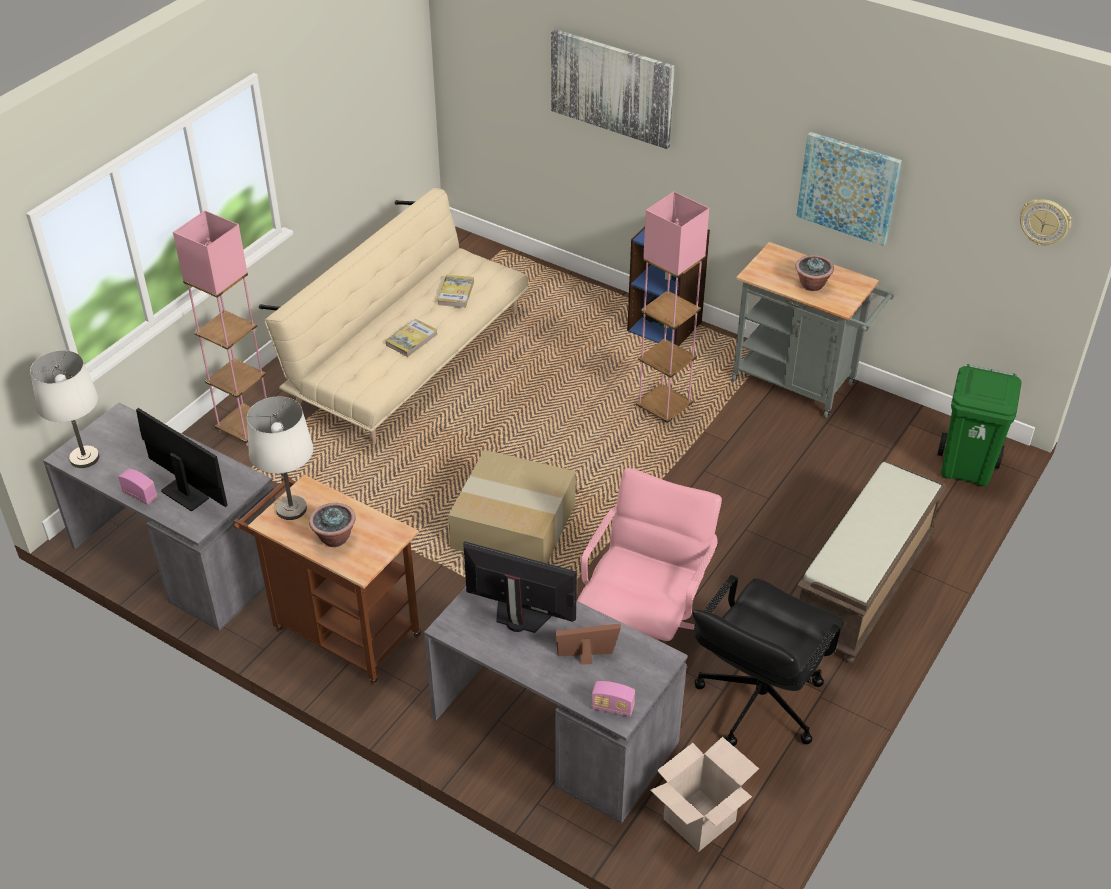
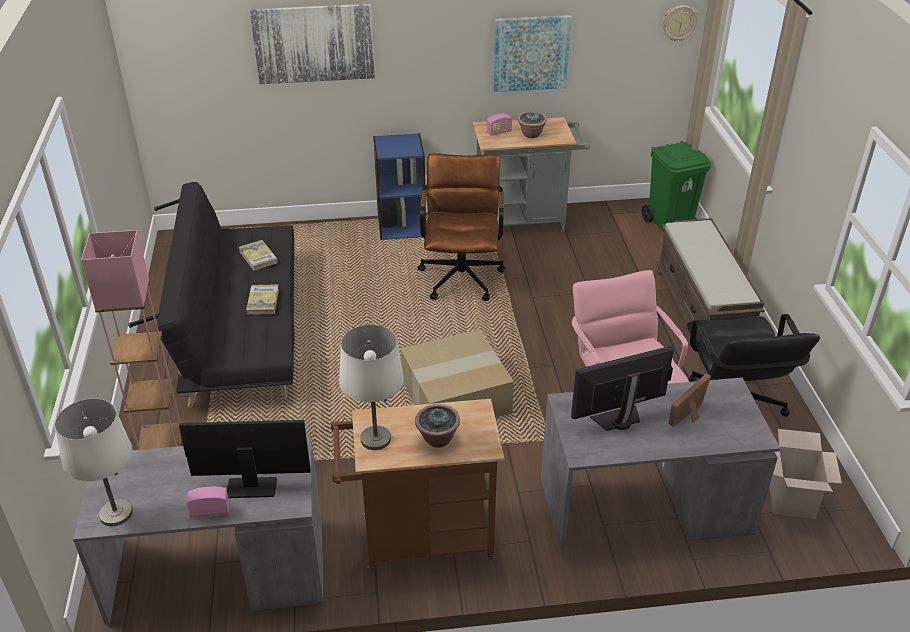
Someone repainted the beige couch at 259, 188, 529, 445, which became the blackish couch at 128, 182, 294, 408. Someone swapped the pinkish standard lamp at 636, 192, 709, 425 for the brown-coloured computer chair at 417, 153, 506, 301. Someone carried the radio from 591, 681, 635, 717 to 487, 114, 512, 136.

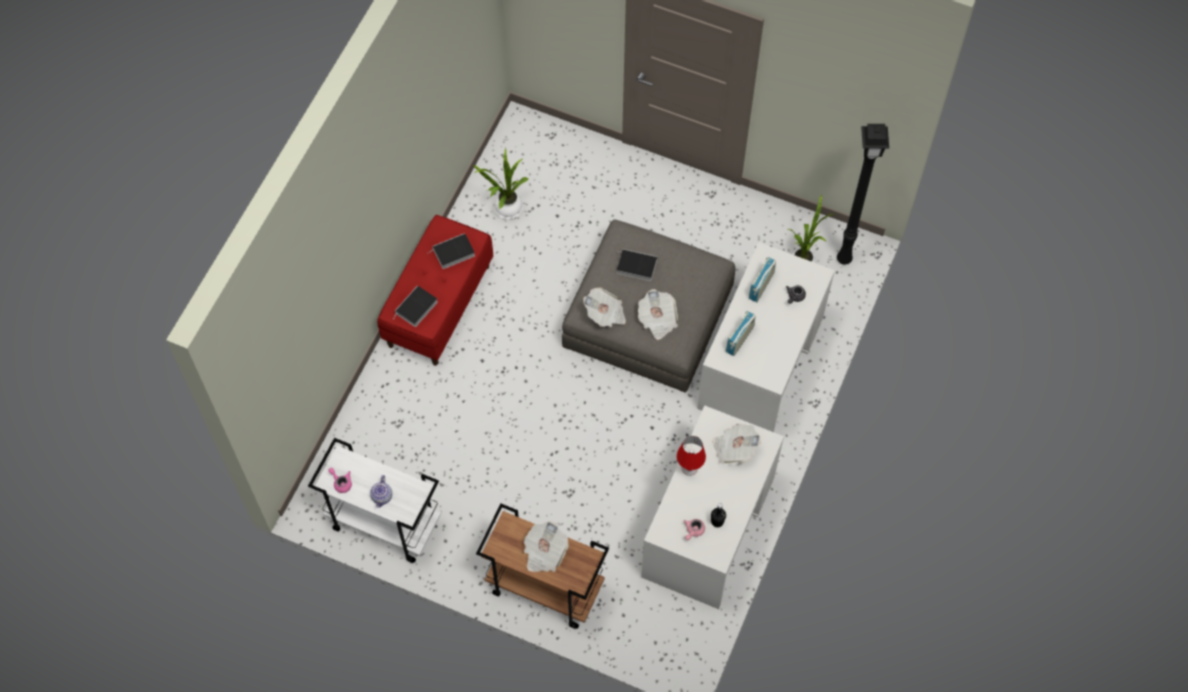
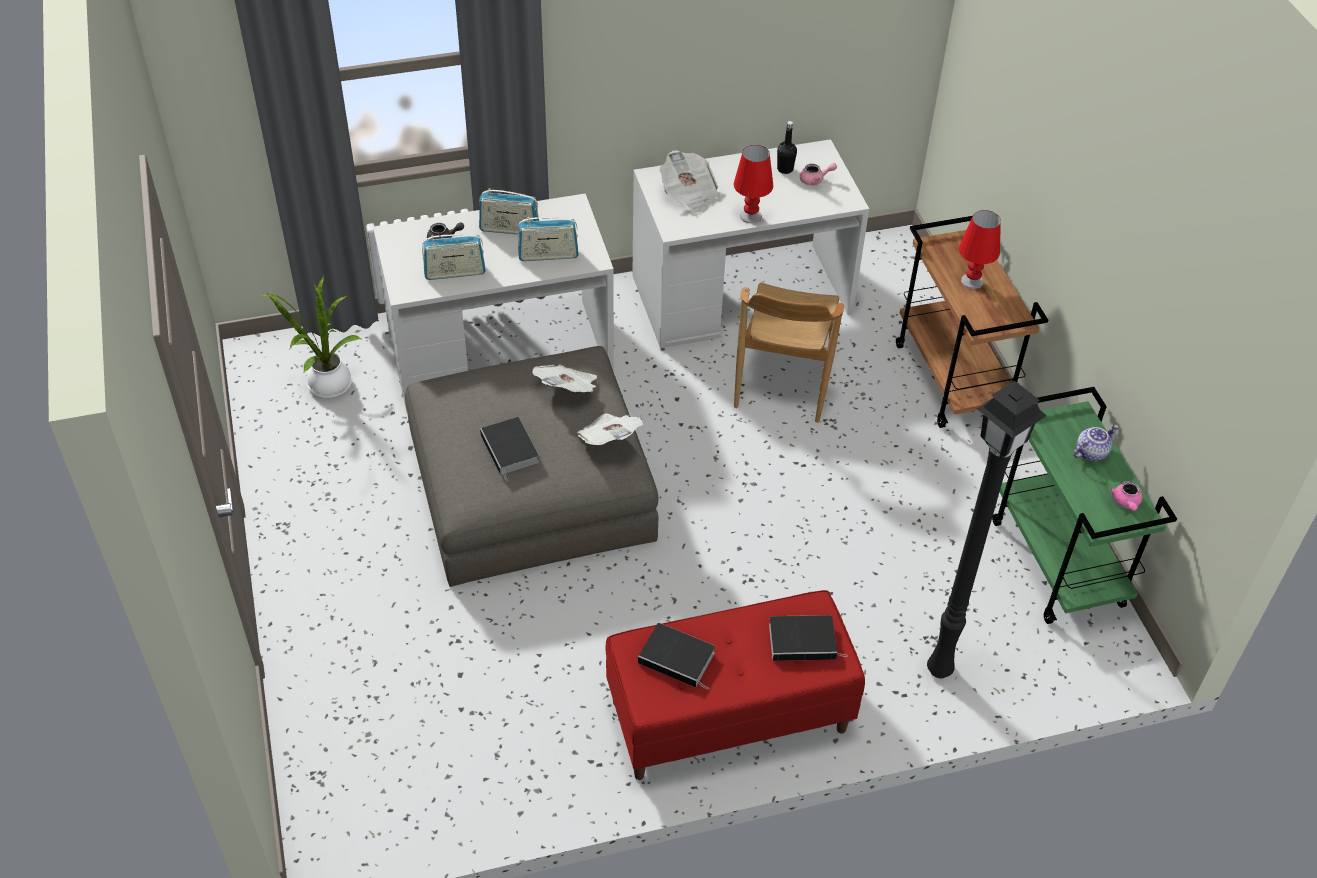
Someone put down the radio at 479, 188, 539, 235. Someone put down the brown-coloured upright chair at 734, 283, 844, 423. Someone carried the blackish standard lamp from 837, 124, 889, 265 to 927, 381, 1047, 678. Someone swapped the printed paper at 524, 521, 569, 572 for the red tabletop lamp at 959, 210, 1001, 289. Someone repainted the white-coloured trolley at 308, 438, 441, 563, which became the green-coloured trolley at 992, 387, 1177, 624. Someone took away the houseplant at 473, 148, 528, 219.

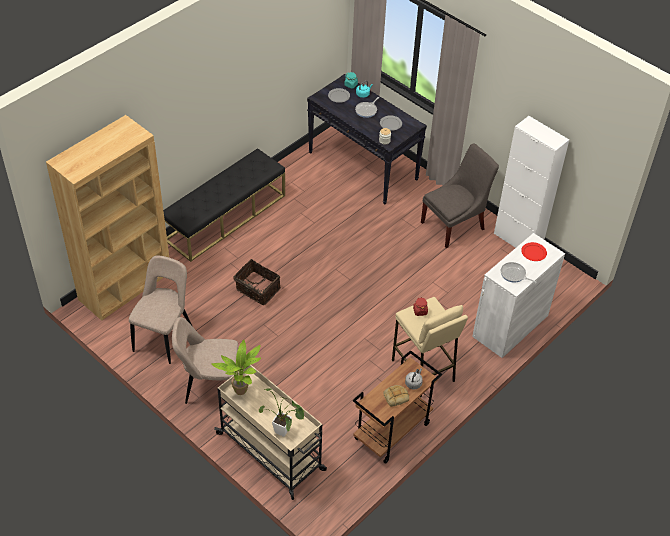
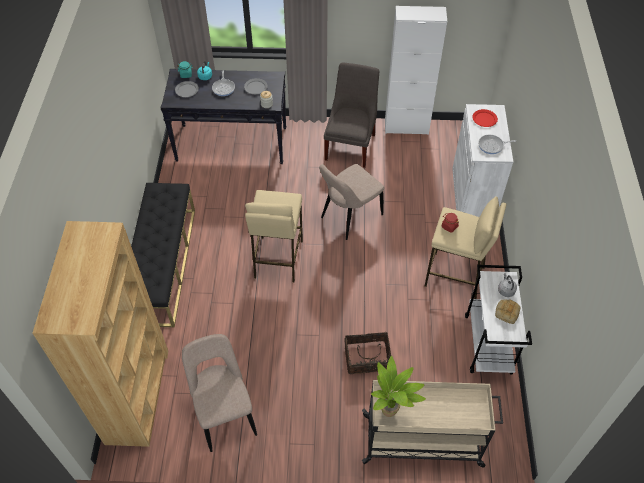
Someone put down the beige stool seat at 245, 190, 303, 283. Someone carried the beige upright chair from 172, 317, 238, 404 to 319, 164, 384, 240. Someone carried the household basket from 233, 259, 281, 305 to 345, 332, 391, 374. Someone repainted the brown-coloured trolley at 353, 350, 442, 464, which became the white-coloured trolley at 465, 265, 532, 375. Someone took away the houseplant at 259, 389, 304, 437.

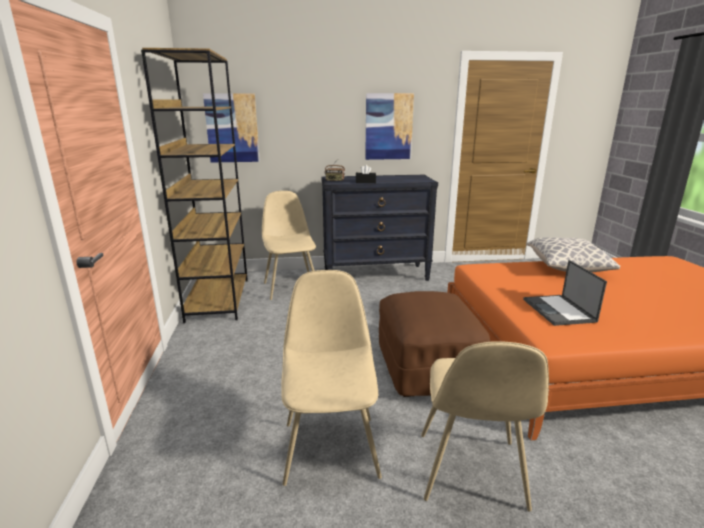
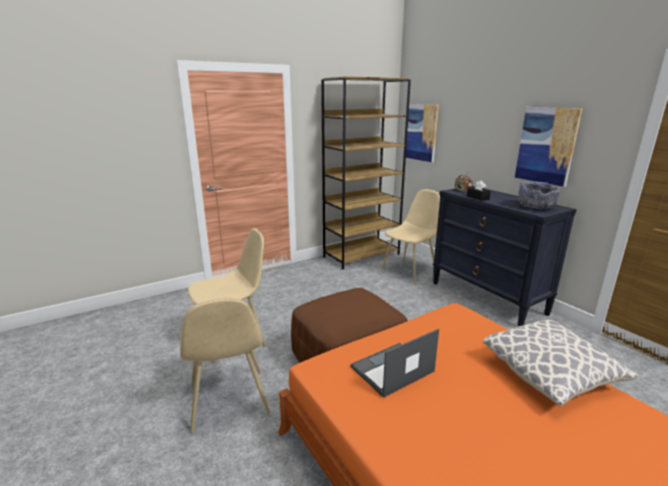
Someone rotated the beige upright chair at 421, 341, 549, 512 by 90 degrees counterclockwise. Someone put down the grey serving bowl at 518, 182, 560, 209.

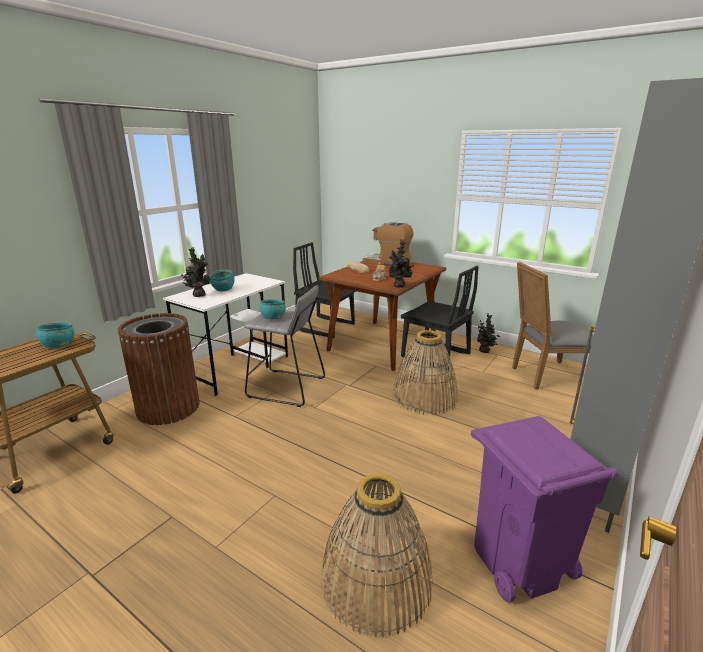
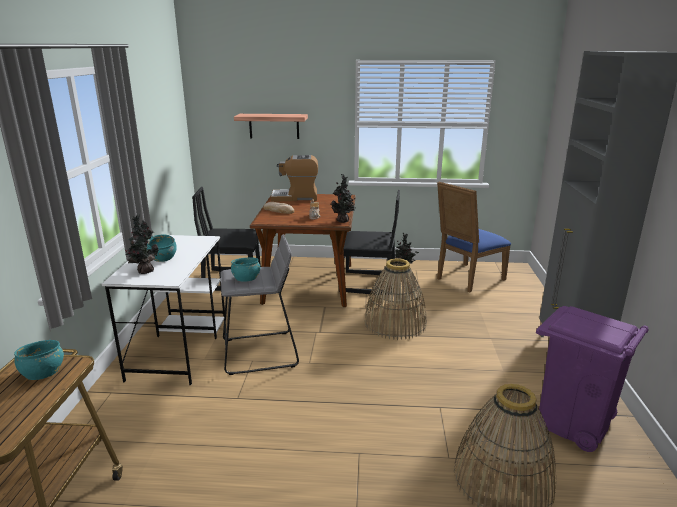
Someone put up the wall shelf at 234, 114, 308, 139. Someone repainted the grey upright chair at 512, 262, 593, 390, which became the blue upright chair at 437, 182, 511, 292. Someone took away the brown-coloured rubbish bin at 118, 313, 200, 425.

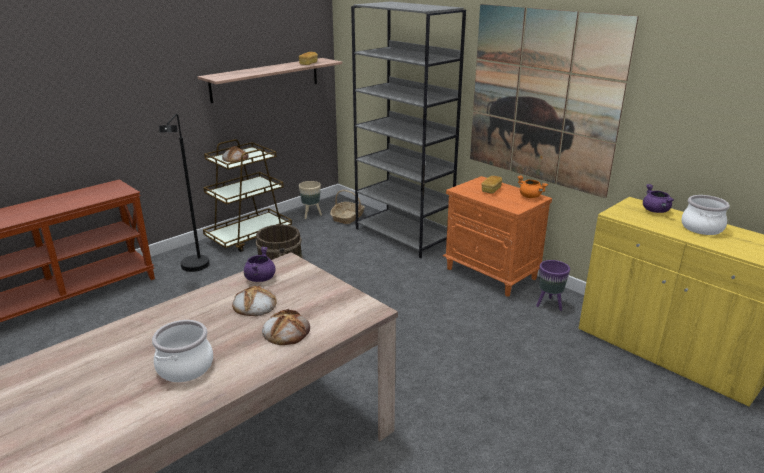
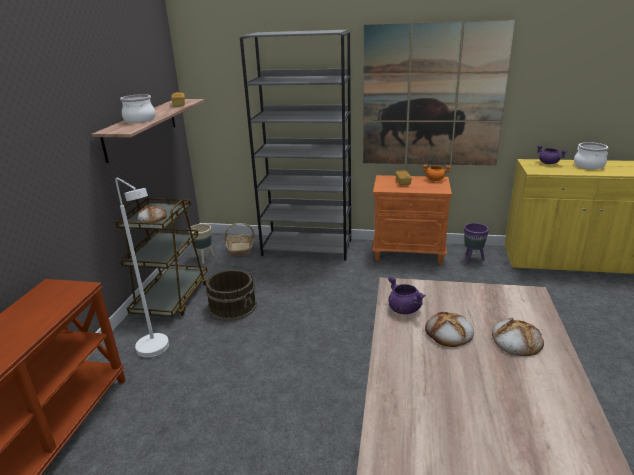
Someone repainted the blackish standard lamp at 159, 114, 210, 272, which became the white-coloured standard lamp at 115, 178, 169, 358. Someone carried the saucepot from 152, 320, 213, 382 to 120, 94, 155, 123.

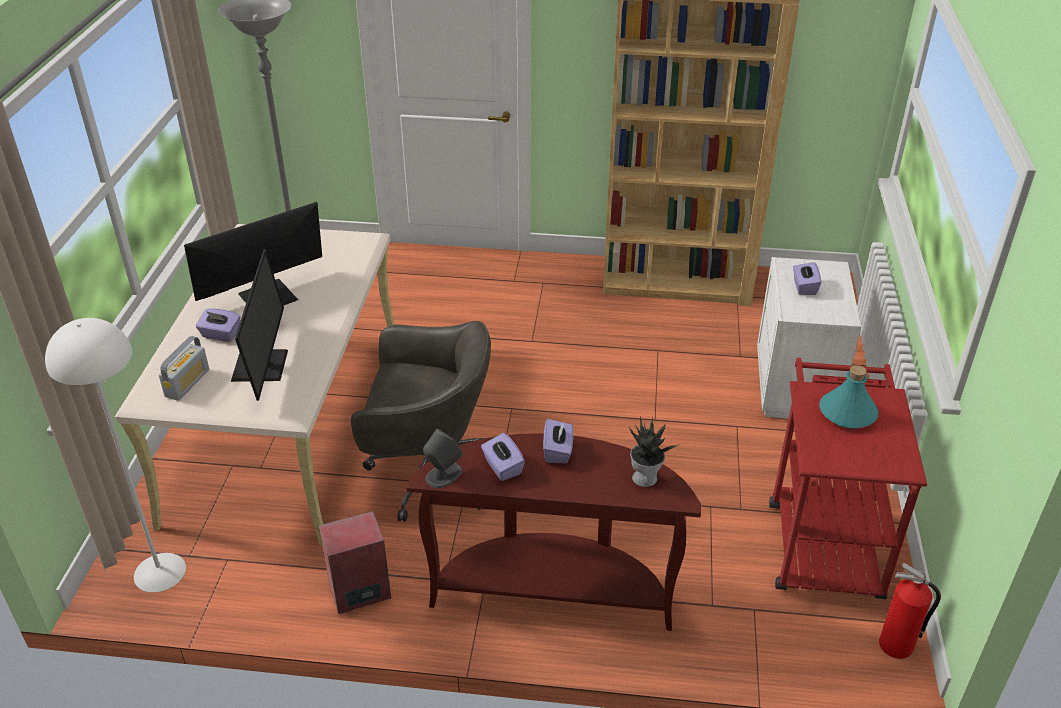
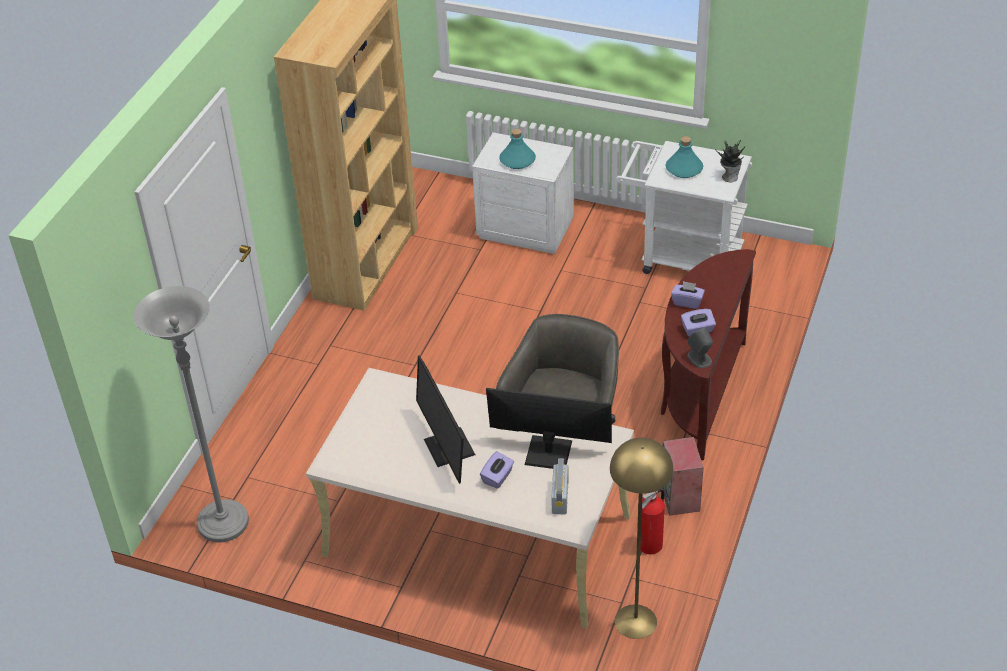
Someone swapped the purplish box of tissues at 793, 260, 821, 295 for the blue-green beverage bottle at 499, 129, 536, 169. Someone rotated the radio at 159, 336, 209, 401 by 60 degrees clockwise. Someone repainted the white-coloured standard lamp at 45, 318, 186, 593, which became the yellow-coloured standard lamp at 610, 438, 673, 639. Someone repainted the red trolley at 769, 358, 927, 600, which became the white-coloured trolley at 616, 141, 752, 274. Someone carried the fire-fighting cylinder from 879, 562, 941, 659 to 640, 489, 665, 554. Someone carried the houseplant from 629, 417, 681, 487 to 715, 140, 745, 182.

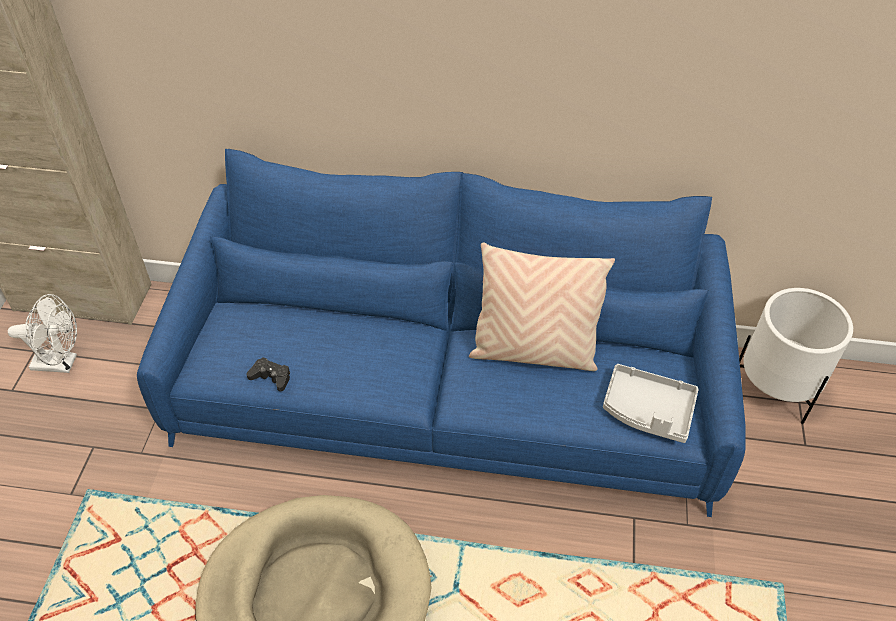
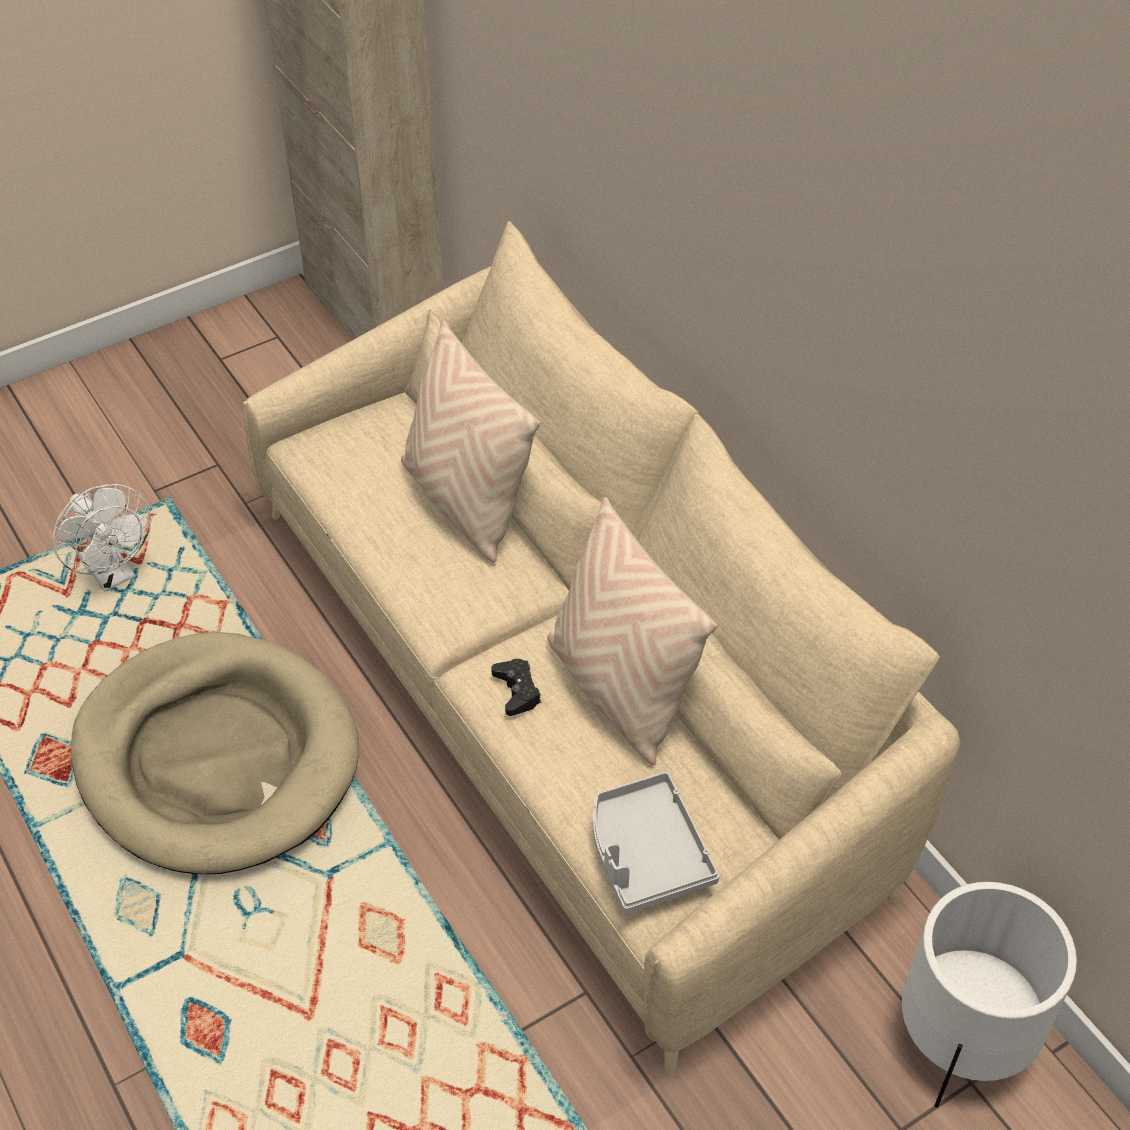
Someone carried the white-coloured electric fan from 8, 294, 77, 373 to 53, 484, 150, 591. Someone repainted the blue couch at 137, 149, 746, 517, which became the beige couch at 243, 220, 960, 1077. Someone put down the beige pillow at 401, 320, 540, 563. Someone carried the blackish joypad from 247, 357, 290, 391 to 491, 659, 541, 716.

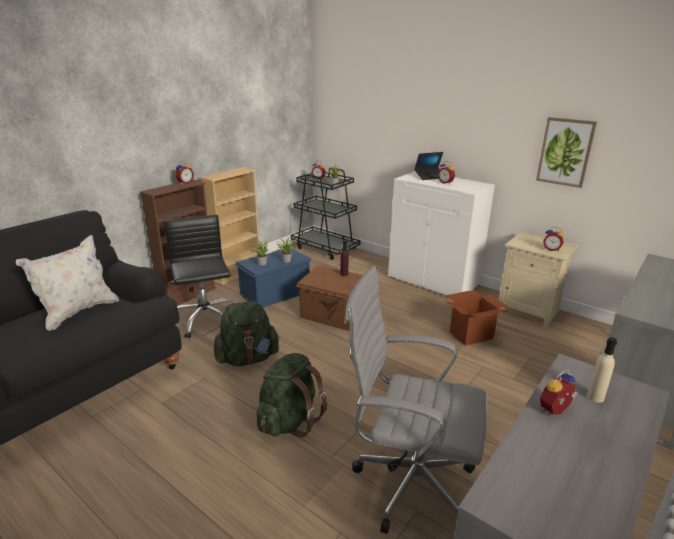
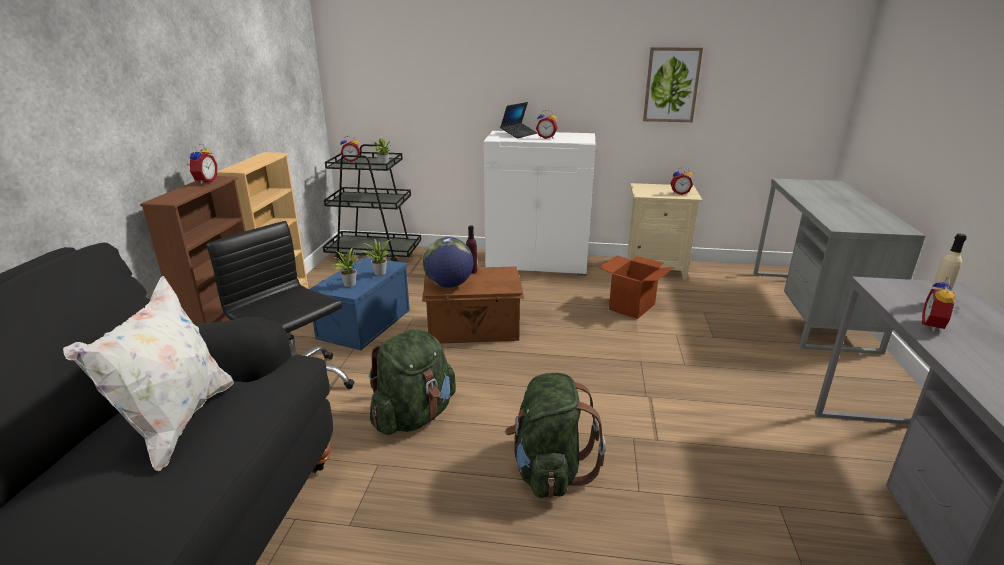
Someone put down the world globe at 423, 237, 473, 288. Someone took away the grey computer chair at 344, 266, 487, 534.

